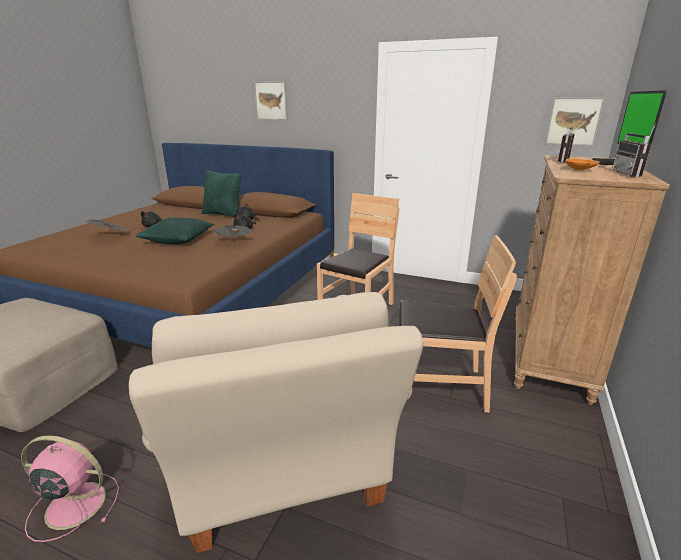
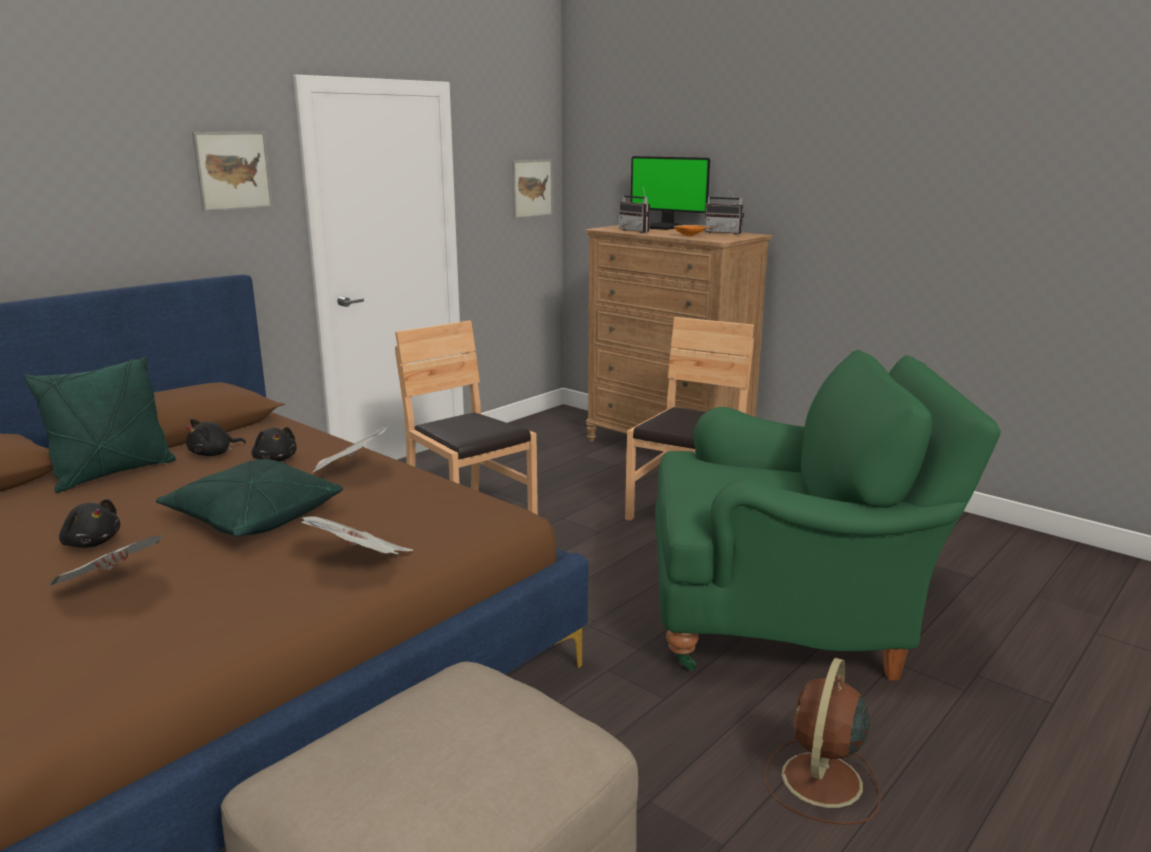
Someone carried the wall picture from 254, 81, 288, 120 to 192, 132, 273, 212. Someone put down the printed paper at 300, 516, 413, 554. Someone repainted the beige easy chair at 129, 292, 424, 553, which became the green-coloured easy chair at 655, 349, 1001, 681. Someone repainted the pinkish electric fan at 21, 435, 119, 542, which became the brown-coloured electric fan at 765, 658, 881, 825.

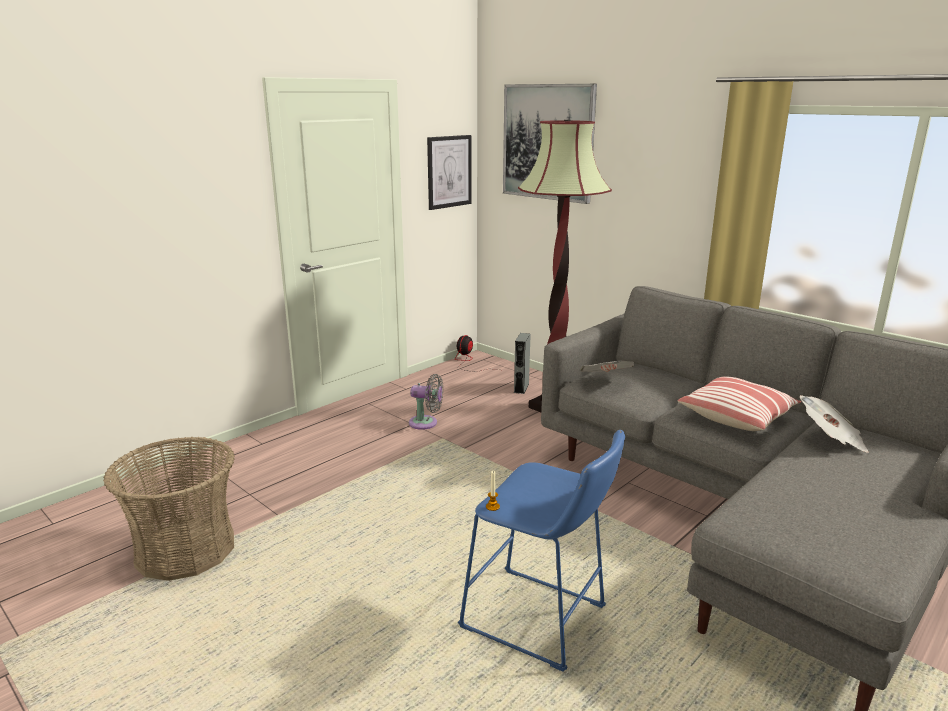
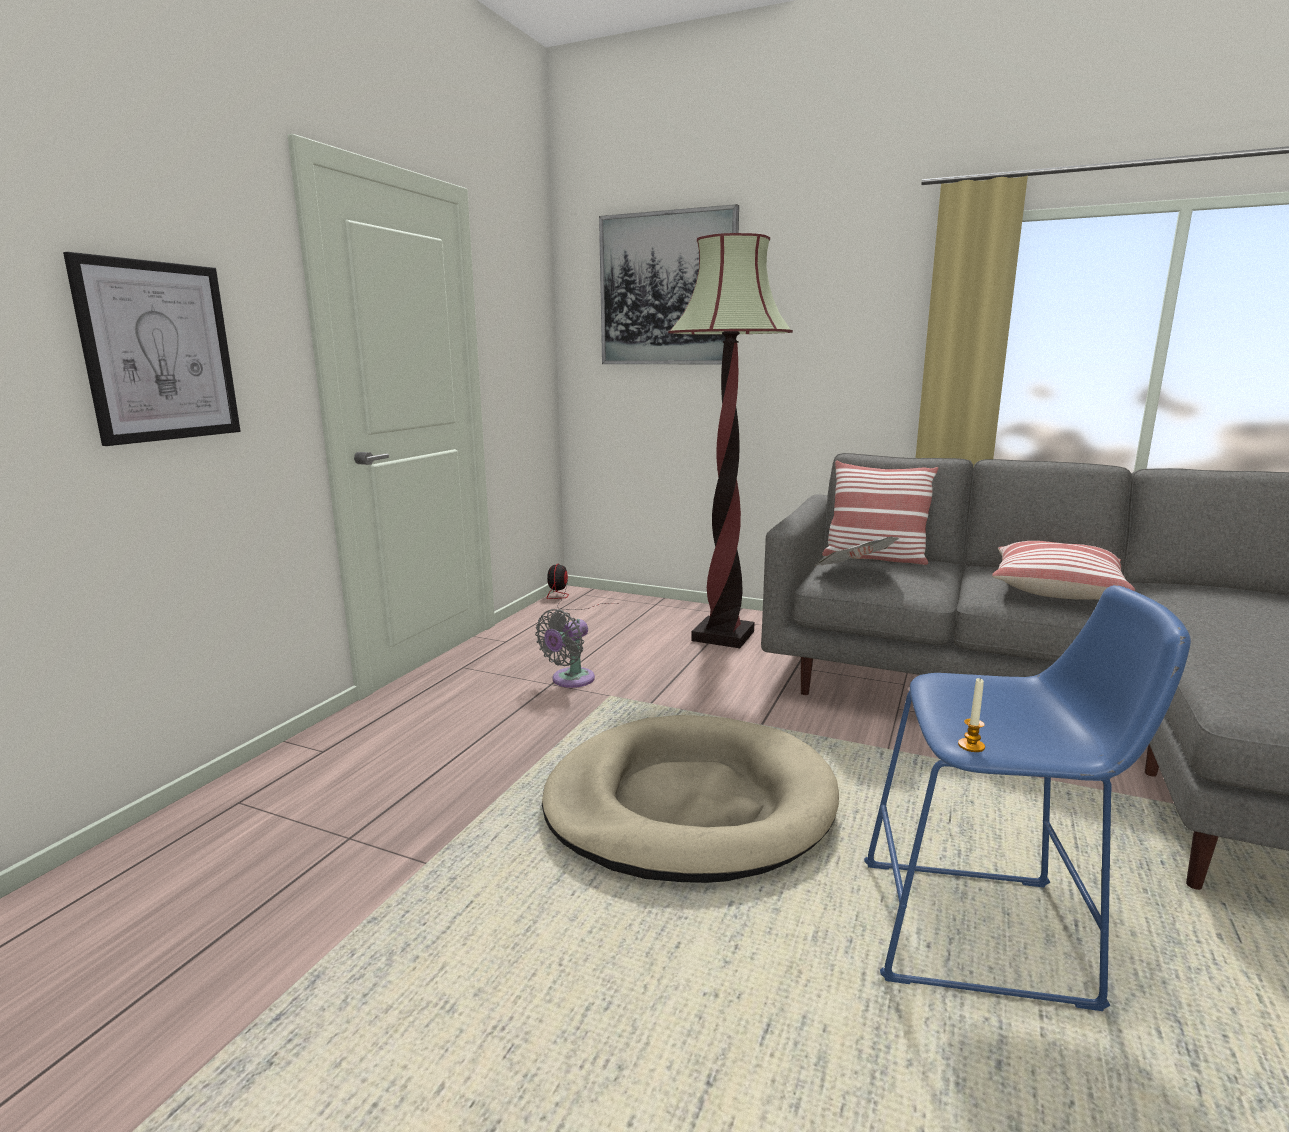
Someone carried the wall picture from 427, 135, 471, 210 to 63, 252, 241, 446. Someone rotated the grey electric fan at 409, 374, 443, 430 by 135 degrees clockwise. Someone put down the beige dog cushion at 542, 715, 839, 883. Someone put down the pillow at 822, 461, 938, 565. Someone took away the household basket at 103, 437, 234, 581. Someone took away the grey audio speaker at 514, 333, 531, 394. Someone took away the printed paper at 800, 395, 868, 453.

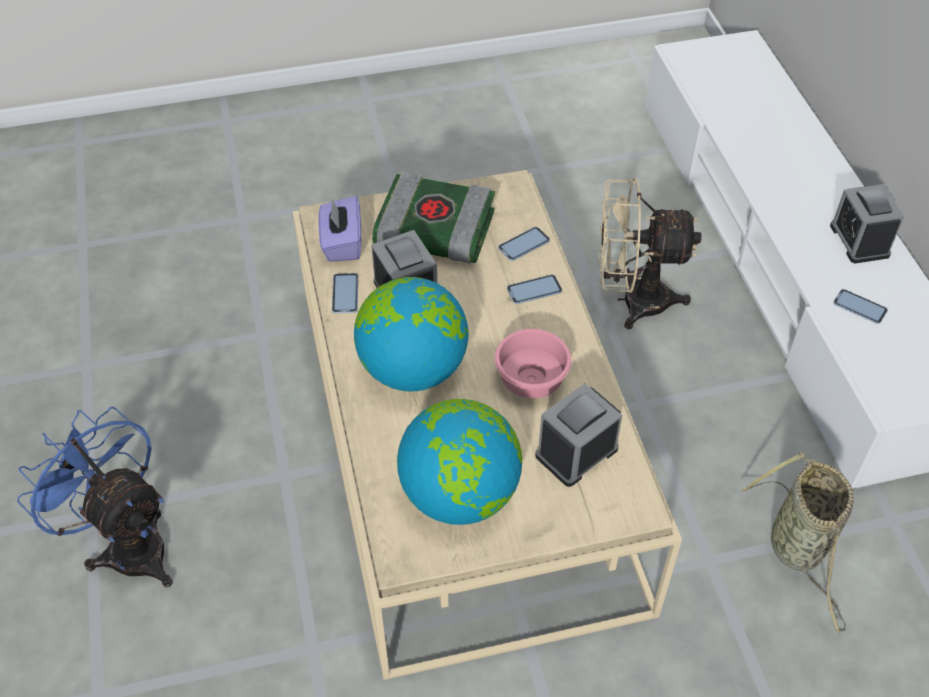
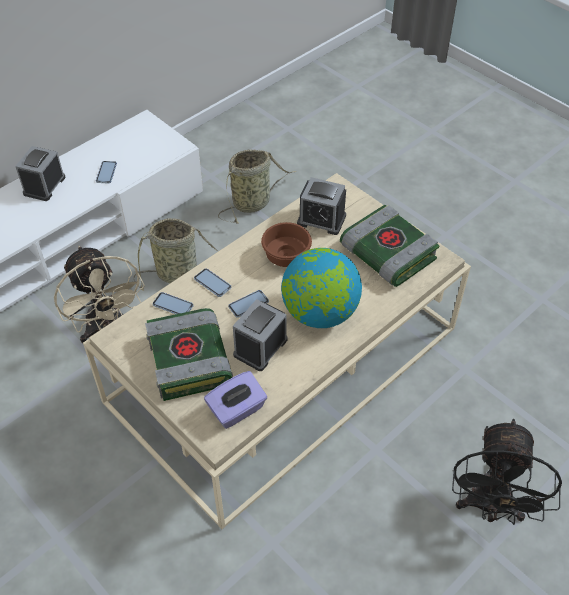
Someone rotated the alarm clock at 830, 184, 904, 264 by 150 degrees clockwise. Someone put down the household basket at 134, 218, 218, 291. Someone carried the handset from 332, 273, 358, 314 to 228, 290, 269, 318. Someone repainted the pinkish serving bowl at 495, 329, 571, 398, which became the brown-coloured serving bowl at 261, 222, 312, 267. Someone swapped the world globe at 397, 399, 522, 525 for the volume at 340, 205, 439, 287. Someone repainted the blue electric fan at 17, 407, 173, 587, which became the blackish electric fan at 452, 419, 562, 525.

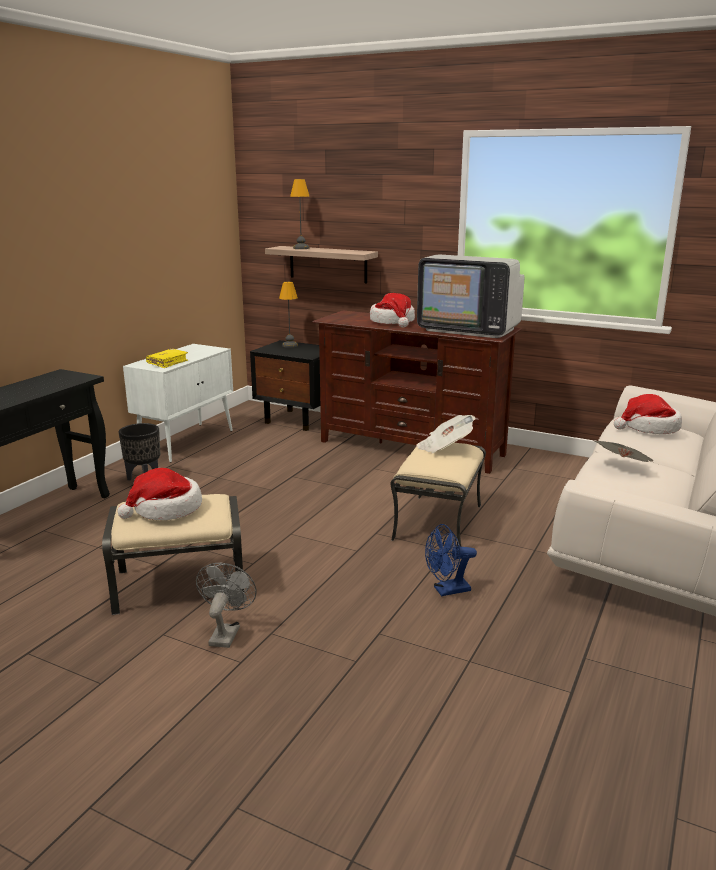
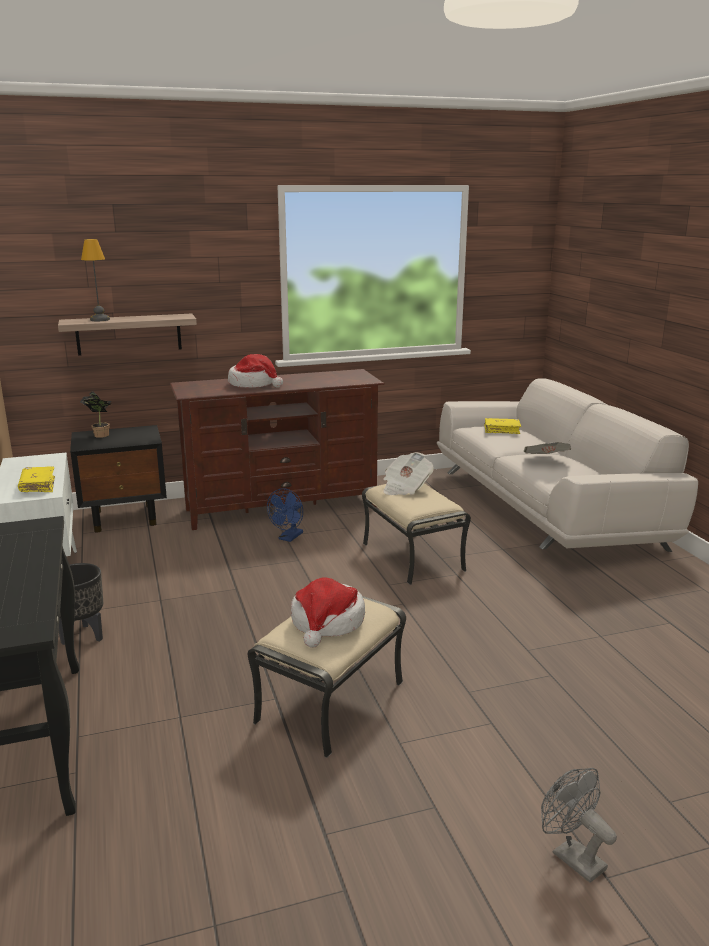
Someone swapped the tabletop lamp at 279, 282, 298, 348 for the houseplant at 80, 391, 111, 438. Someone carried the blue electric fan from 425, 524, 477, 596 to 267, 488, 303, 542. Someone swapped the hat at 614, 394, 682, 434 for the yellow-coloured volume at 484, 418, 521, 434. Someone carried the grey electric fan from 196, 563, 257, 648 to 541, 768, 617, 883. Someone took away the TV set at 417, 255, 524, 338.

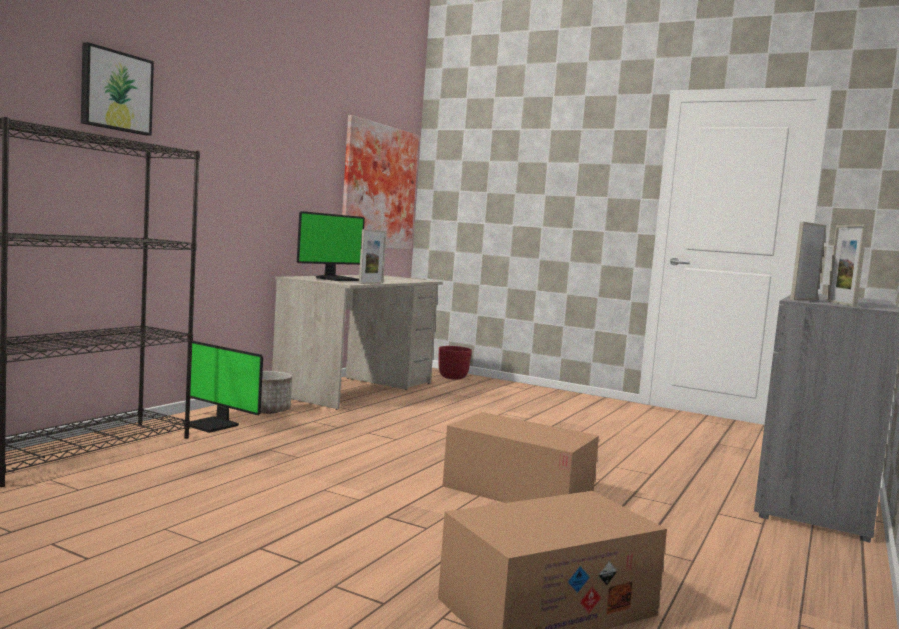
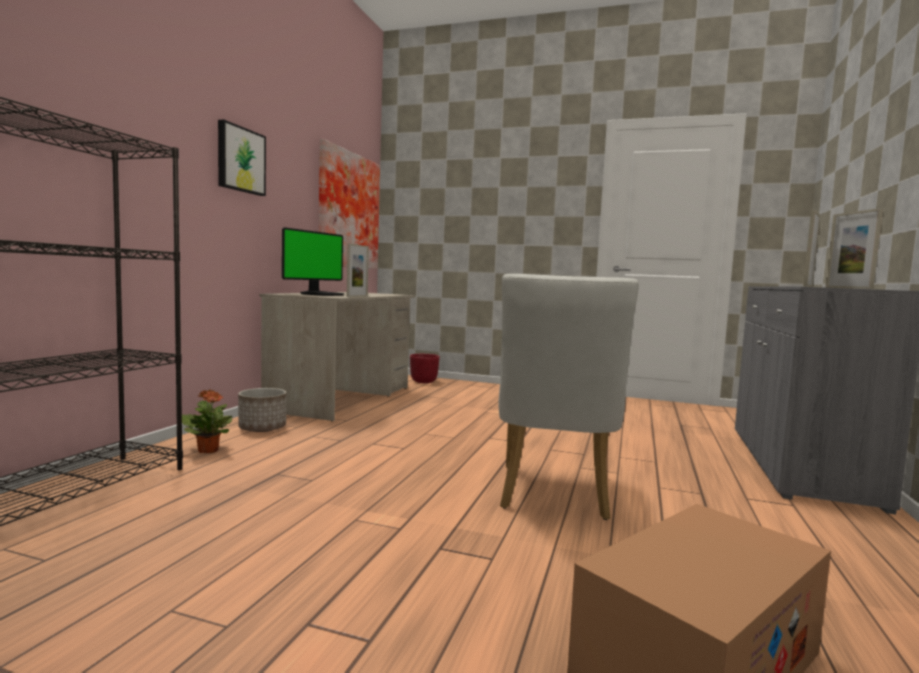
Someone swapped the monitor at 183, 341, 263, 433 for the houseplant at 182, 389, 232, 453. Someone carried the wall picture from 81, 42, 154, 136 to 218, 119, 266, 196. Someone swapped the carton at 443, 412, 599, 503 for the white-coloured upright chair at 498, 274, 639, 520.

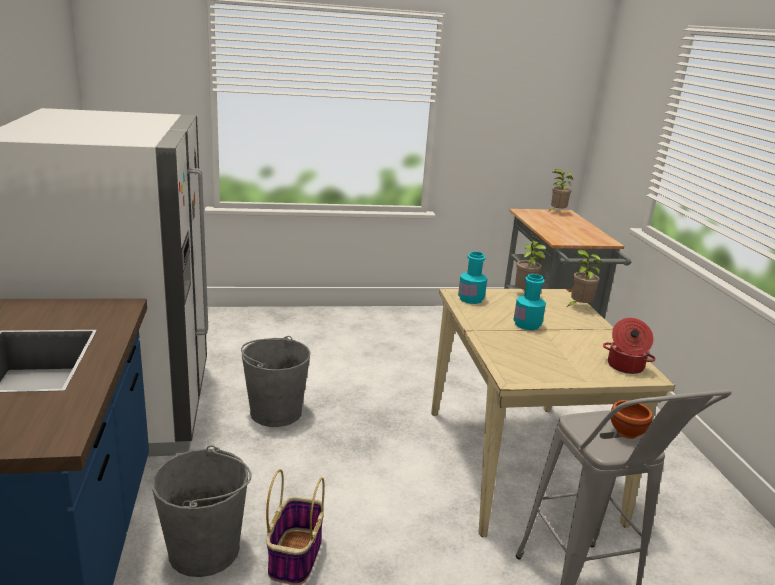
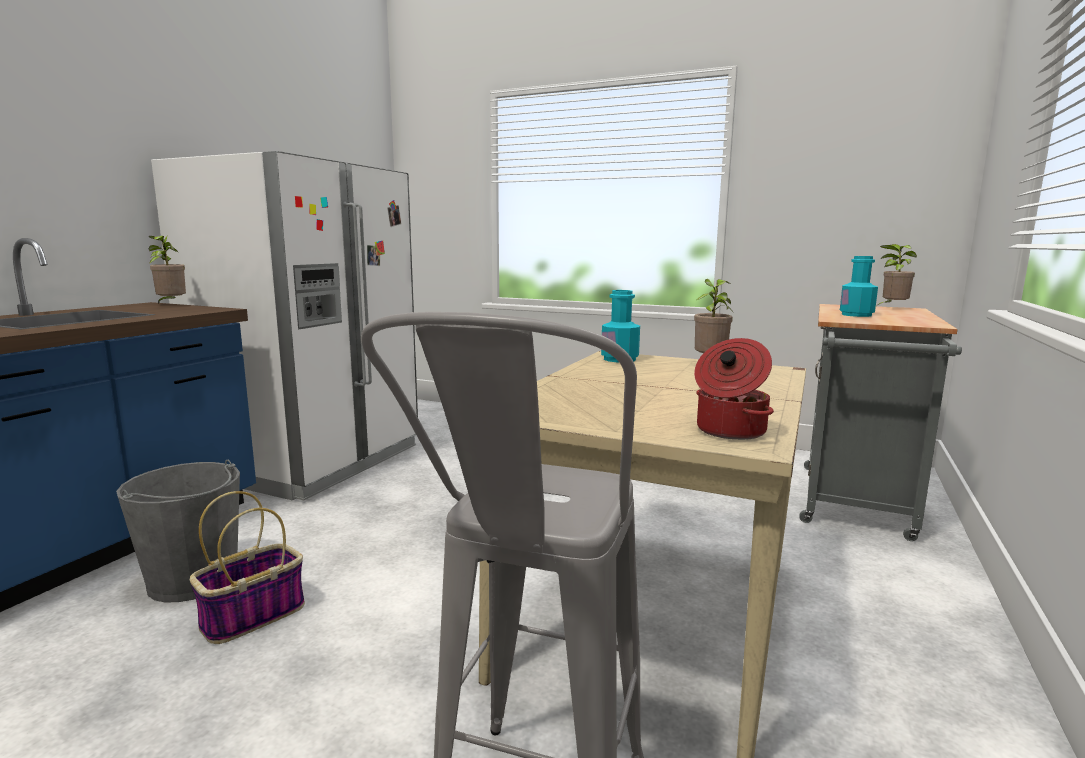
Someone carried the houseplant from 567, 250, 602, 307 to 148, 236, 186, 304. Someone carried the blue-green beverage bottle from 513, 274, 546, 330 to 840, 256, 878, 317. Someone took away the grey water bucket at 241, 336, 311, 427. Someone took away the brown-coloured serving bowl at 611, 400, 652, 439.

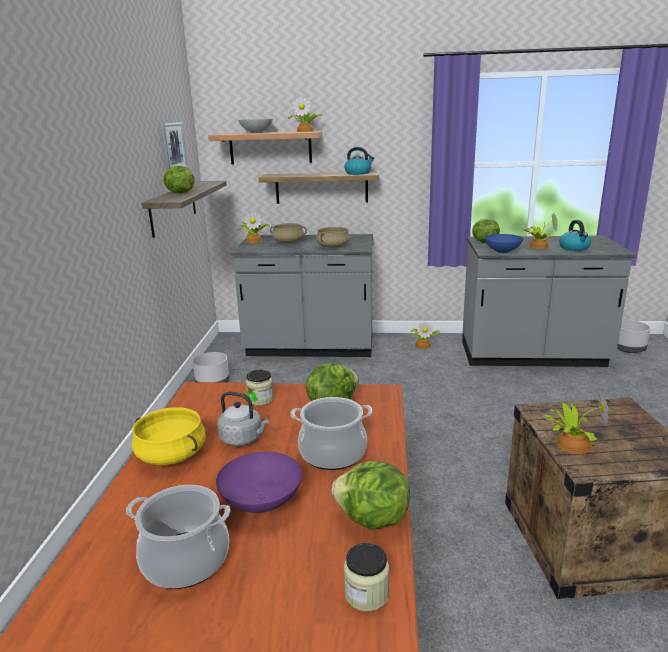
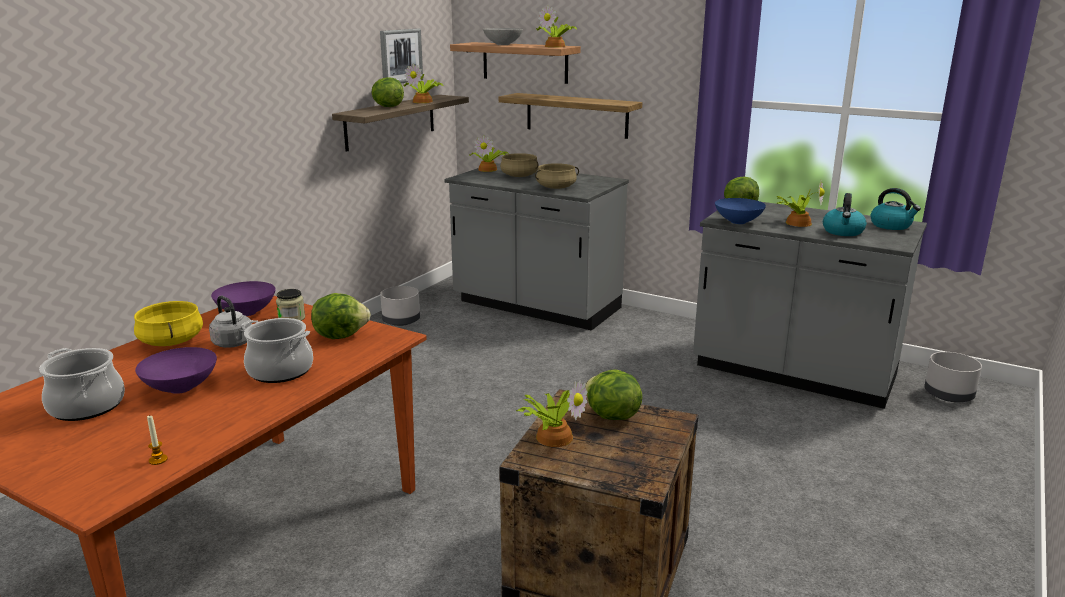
Someone swapped the jar at 344, 543, 389, 612 for the candle at 147, 415, 168, 465. Someone put down the purplish serving bowl at 211, 281, 276, 316. Someone carried the houseplant from 409, 322, 440, 349 to 404, 63, 443, 103. Someone carried the lettuce from 332, 461, 410, 530 to 585, 369, 643, 420. Someone carried the tea kettle from 345, 147, 374, 175 to 871, 188, 921, 230.

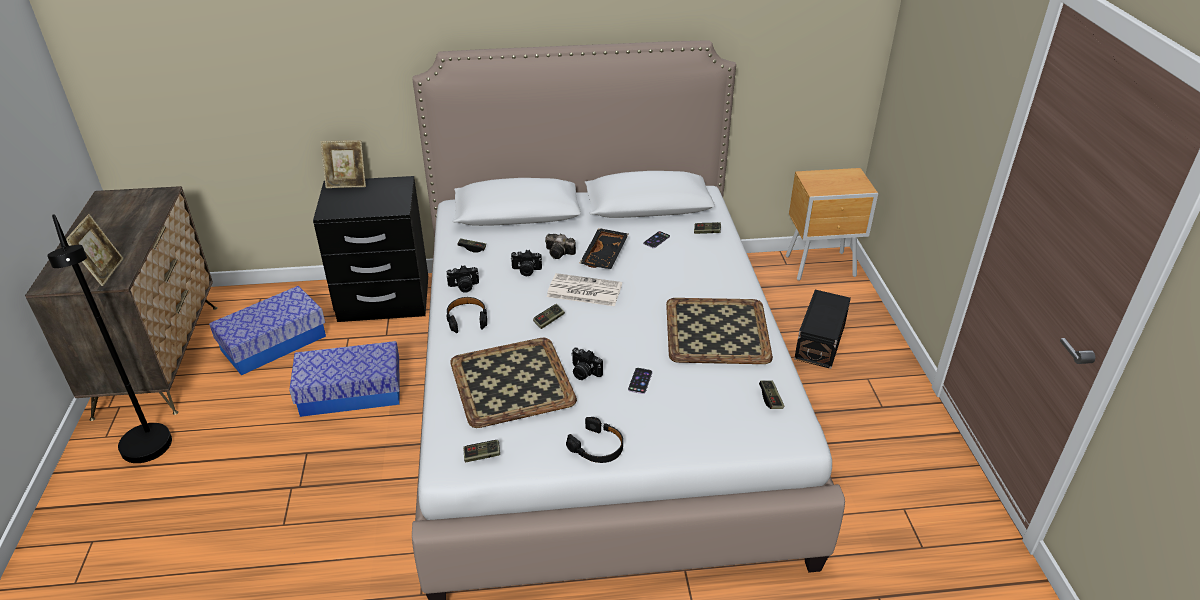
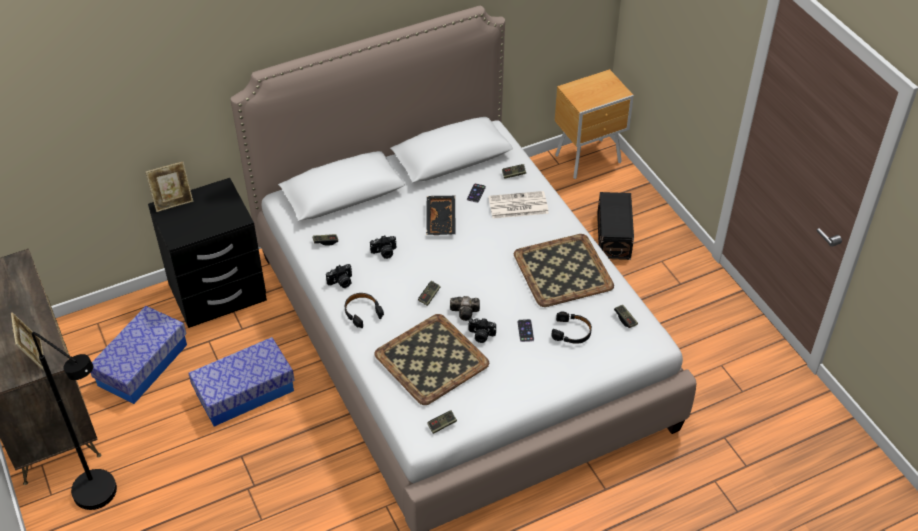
Someone carried the still camera from 545, 234, 576, 259 to 450, 296, 480, 321. Someone carried the printed paper from 547, 273, 622, 306 to 488, 191, 549, 219. Someone carried the blackish headphones from 566, 417, 623, 463 to 551, 311, 592, 344.

